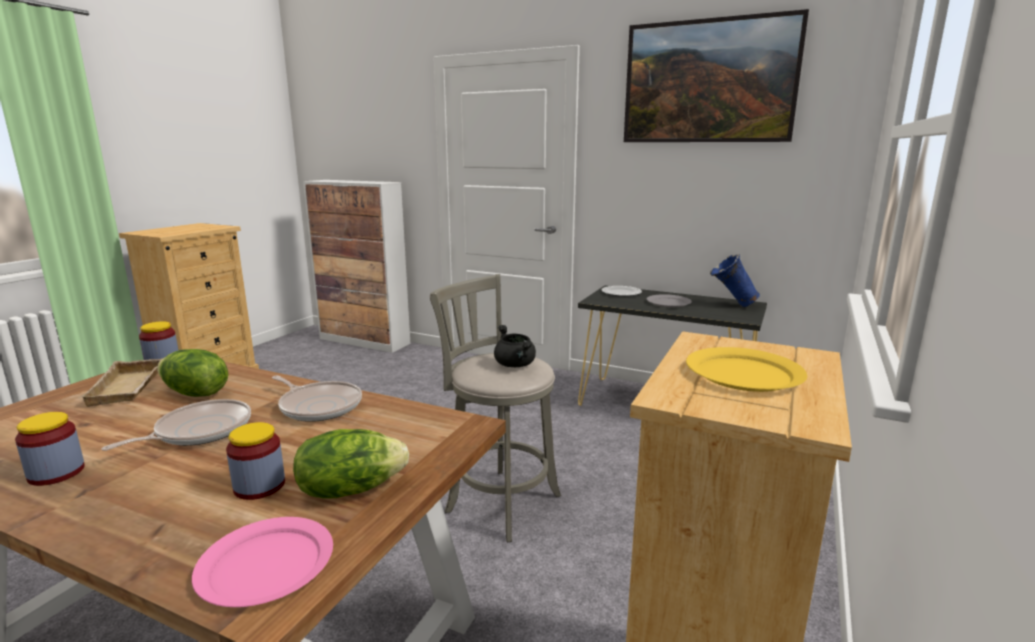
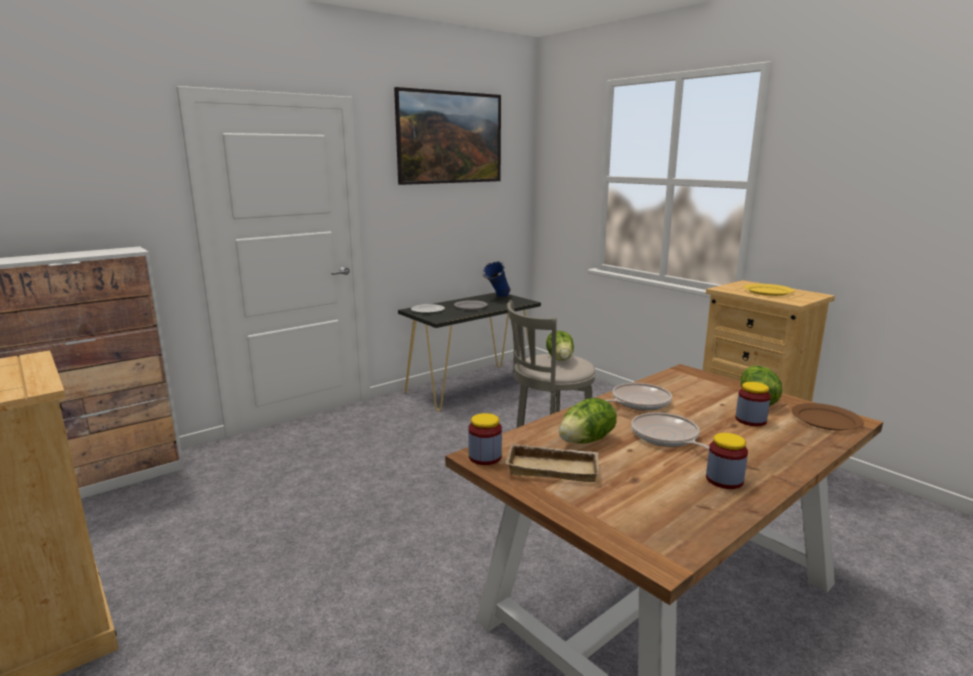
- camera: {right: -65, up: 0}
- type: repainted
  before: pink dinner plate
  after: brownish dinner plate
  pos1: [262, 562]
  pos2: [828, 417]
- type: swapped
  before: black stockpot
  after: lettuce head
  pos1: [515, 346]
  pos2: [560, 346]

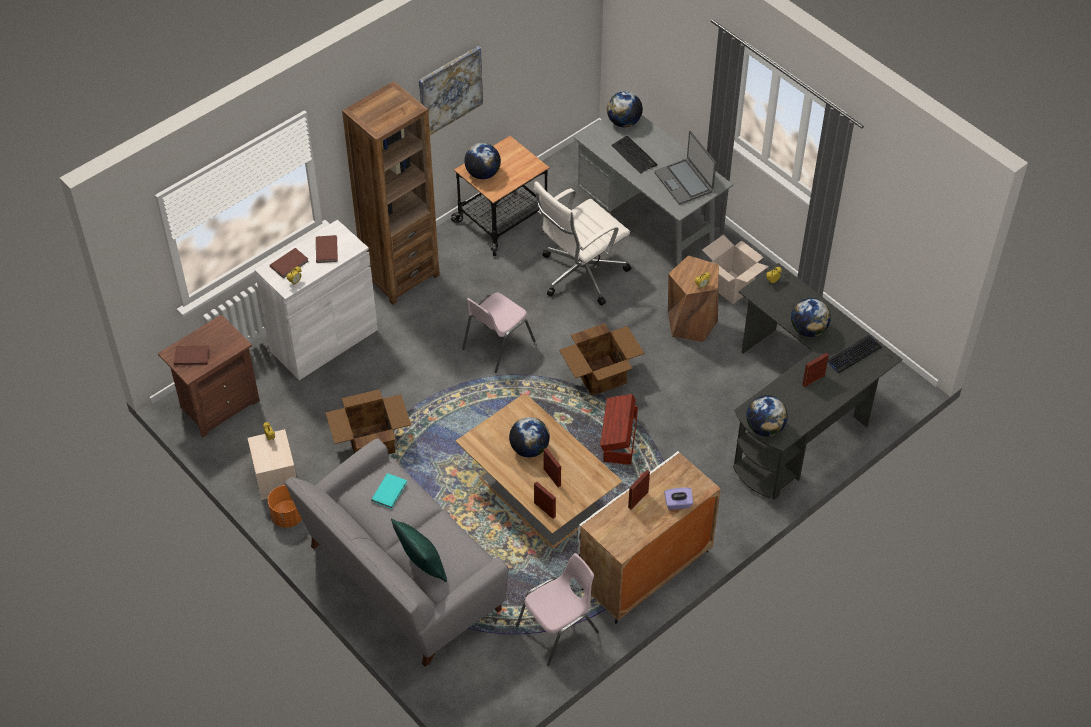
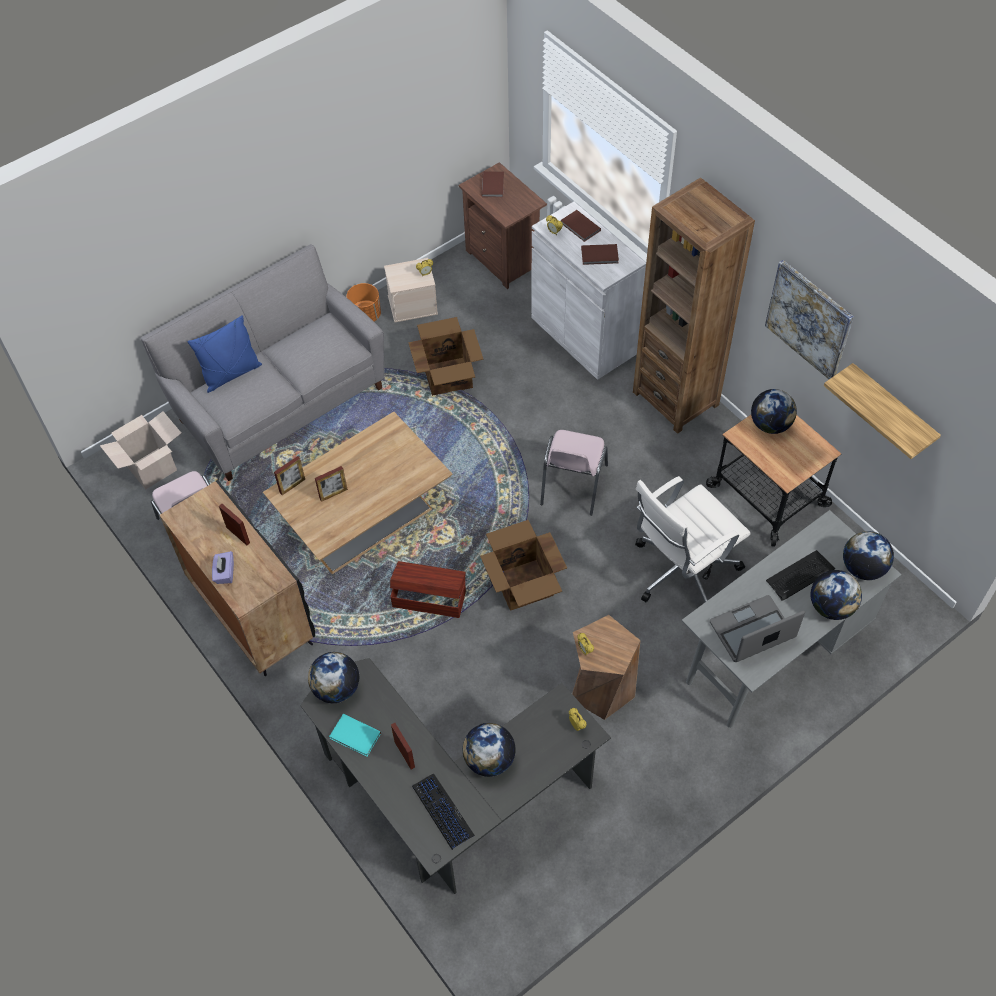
- camera: {right: 95, up: 5}
- type: shifted
  before: turquoise-coloured volume
  pos1: [389, 491]
  pos2: [355, 735]
- type: repainted
  before: green-coloured throw pillow
  after: blue-coloured throw pillow
  pos1: [419, 550]
  pos2: [224, 354]
- type: rotated
  before: pink upright chair
  pos1: [499, 332]
  pos2: [574, 473]
  turn: -120
- type: shifted
  before: desk globe
  pos1: [529, 437]
  pos2: [836, 595]
- type: rotated
  before: white desk chair
  pos1: [583, 243]
  pos2: [693, 539]
  turn: -90
- type: repainted
  before: white cupboard
  after: black cupboard
  pos1: [649, 537]
  pos2: [237, 578]
- type: shifted
  before: carton
  pos1: [735, 269]
  pos2: [140, 450]
- type: new
  after: shelf
  pos2: [882, 411]

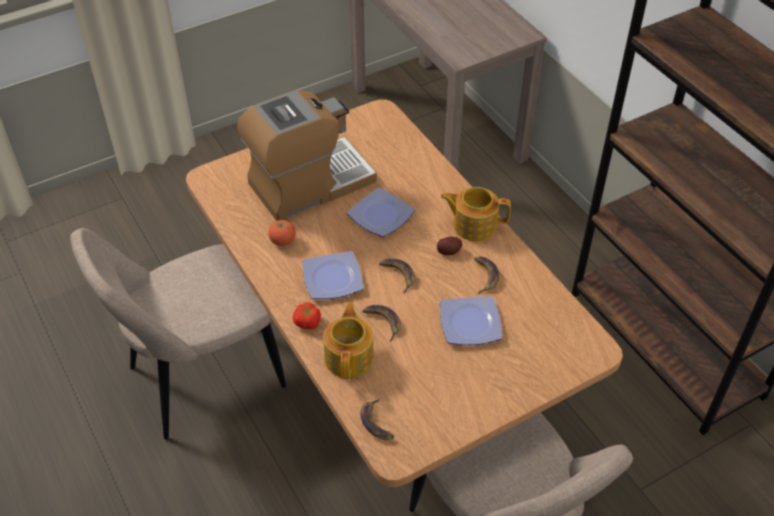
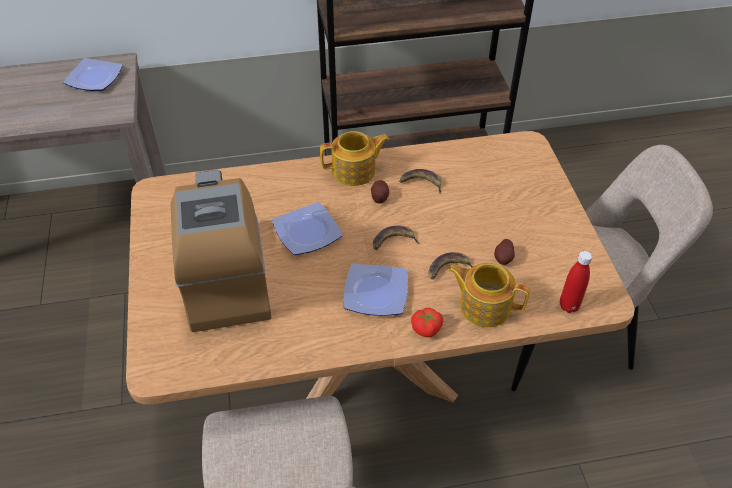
- camera: {right: -70, up: 0}
- type: gone
  before: tomato
  pos1: [282, 233]
- type: swapped
  before: banana
  after: reddish beverage bottle
  pos1: [377, 419]
  pos2: [576, 282]
- type: rotated
  before: tea pot
  pos1: [475, 214]
  pos2: [355, 158]
  turn: -135
- type: shifted
  before: dinner plate
  pos1: [471, 320]
  pos2: [93, 74]
- type: new
  after: potato
  pos2: [504, 252]

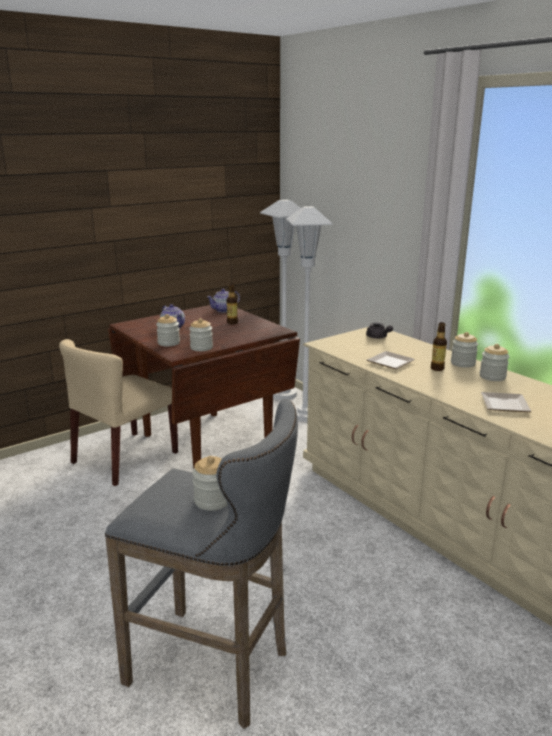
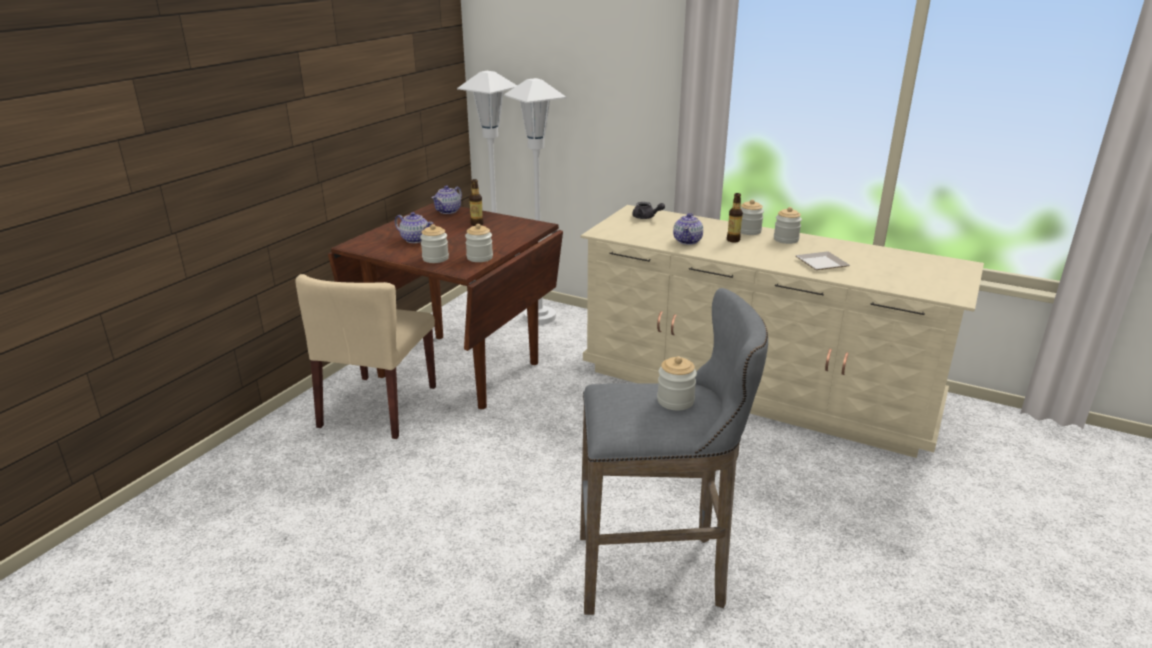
- camera: {right: -25, up: 5}
- type: swapped
  before: dinner plate
  after: tea pot
  pos1: [391, 360]
  pos2: [688, 229]

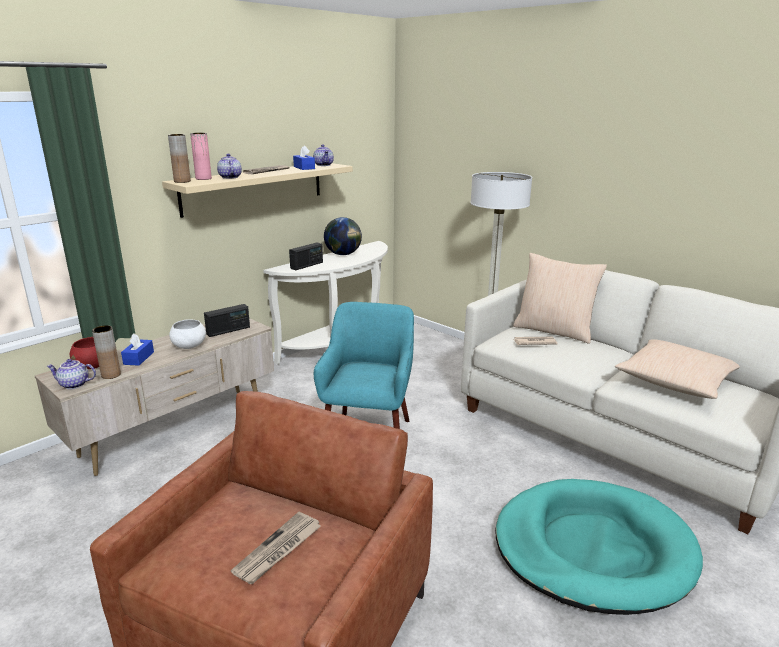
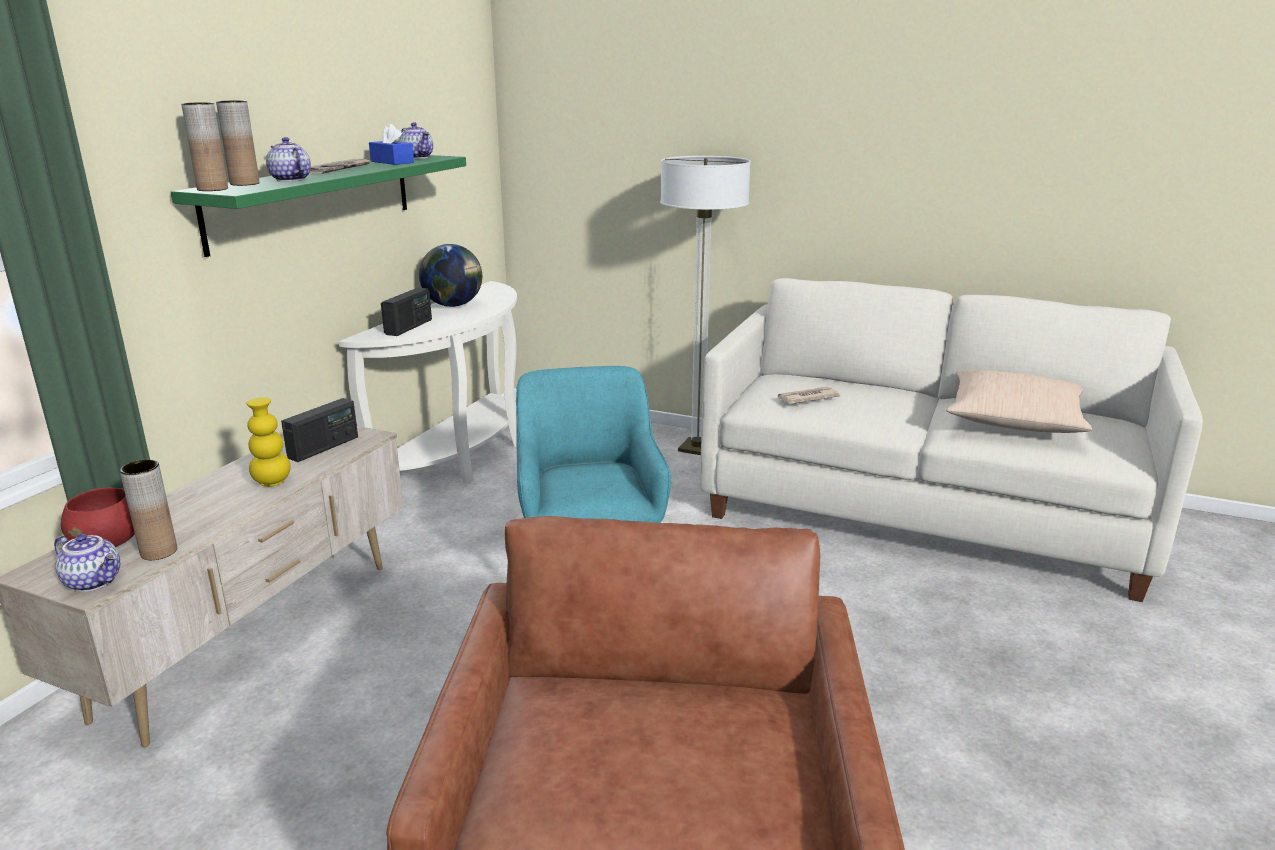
- camera: {right: -20, up: 0}
- type: rotated
  before: tea pot
  pos1: [71, 374]
  pos2: [87, 563]
  turn: -135
- type: gone
  before: blue-coloured tissue holder
  pos1: [137, 350]
- type: repainted
  before: beige shelf
  after: green-coloured shelf
  pos1: [257, 190]
  pos2: [318, 206]
- type: swapped
  before: white serving bowl
  after: yellowish decorative vase
  pos1: [187, 334]
  pos2: [268, 442]
- type: repainted
  before: pink decorative vase
  after: brownish decorative vase
  pos1: [201, 156]
  pos2: [238, 143]
- type: gone
  before: daily paper
  pos1: [276, 548]
- type: gone
  before: turquoise-coloured pet bed
  pos1: [599, 547]
- type: gone
  before: beige throw pillow
  pos1: [560, 298]

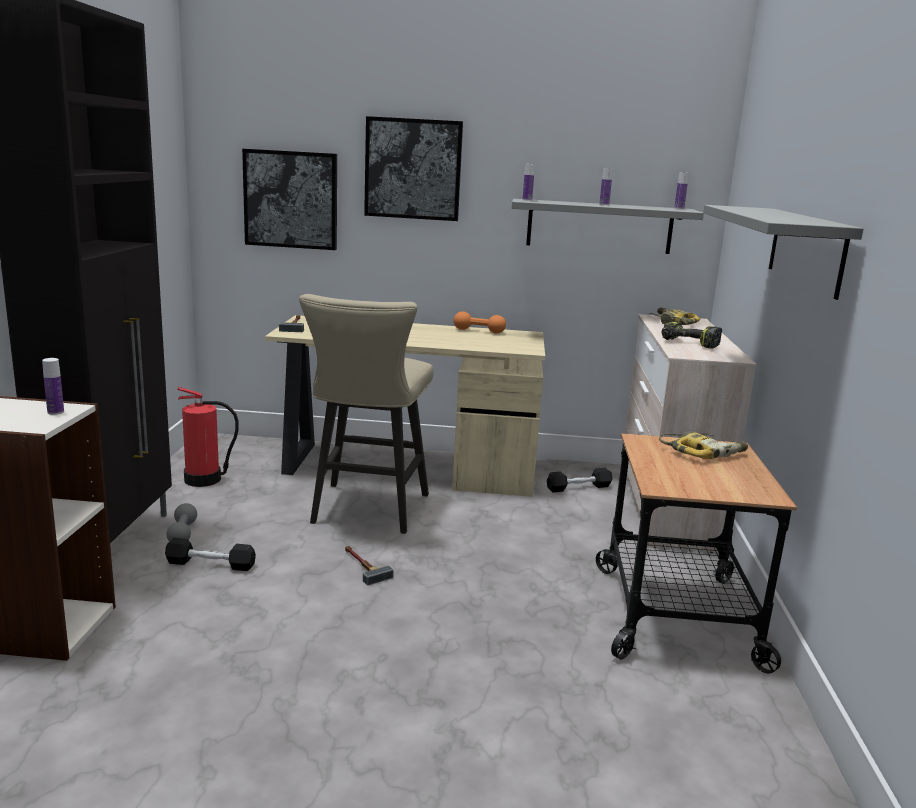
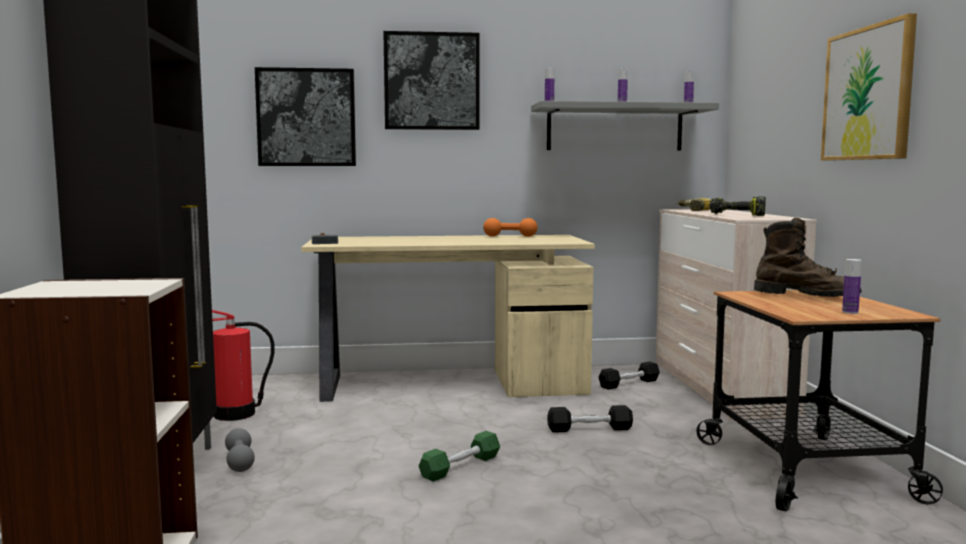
- camera: {right: -10, up: -10}
- type: shifted
  before: beverage bottle
  pos1: [53, 386]
  pos2: [852, 286]
- type: shifted
  before: black dumbbell
  pos1: [210, 554]
  pos2: [590, 418]
- type: gone
  before: beige stool seat
  pos1: [366, 414]
- type: swapped
  before: tool hammer
  after: green-coloured dumbbell
  pos1: [369, 565]
  pos2: [459, 456]
- type: swapped
  before: electric drill
  after: brownish high-top boot
  pos1: [703, 445]
  pos2: [808, 257]
- type: swapped
  before: grey shelf
  after: wall art
  pos1: [783, 252]
  pos2: [869, 87]

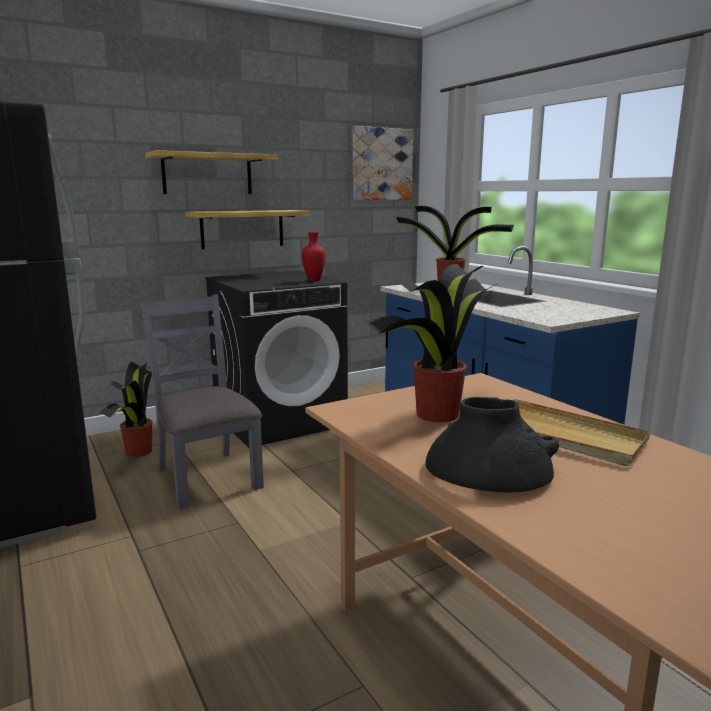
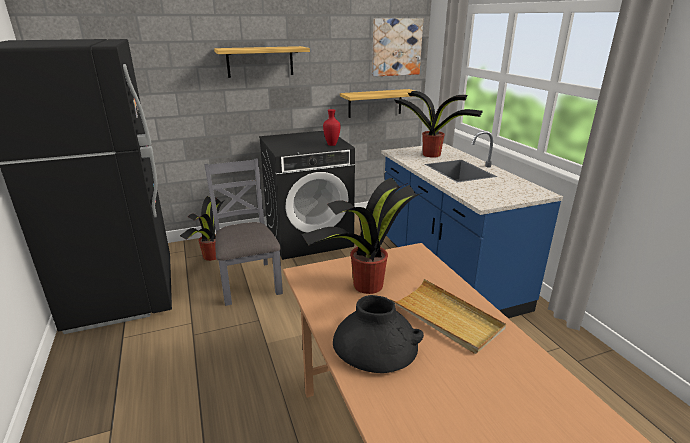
- camera: {right: 10, up: 10}
- type: shifted
  before: shelf
  pos1: [247, 229]
  pos2: [377, 103]

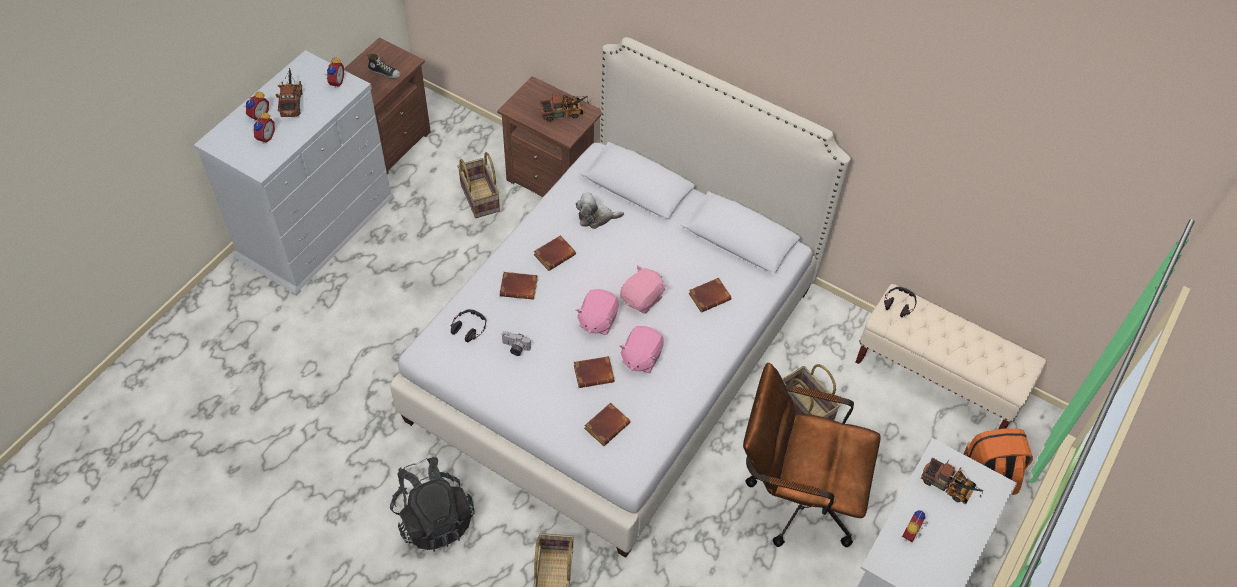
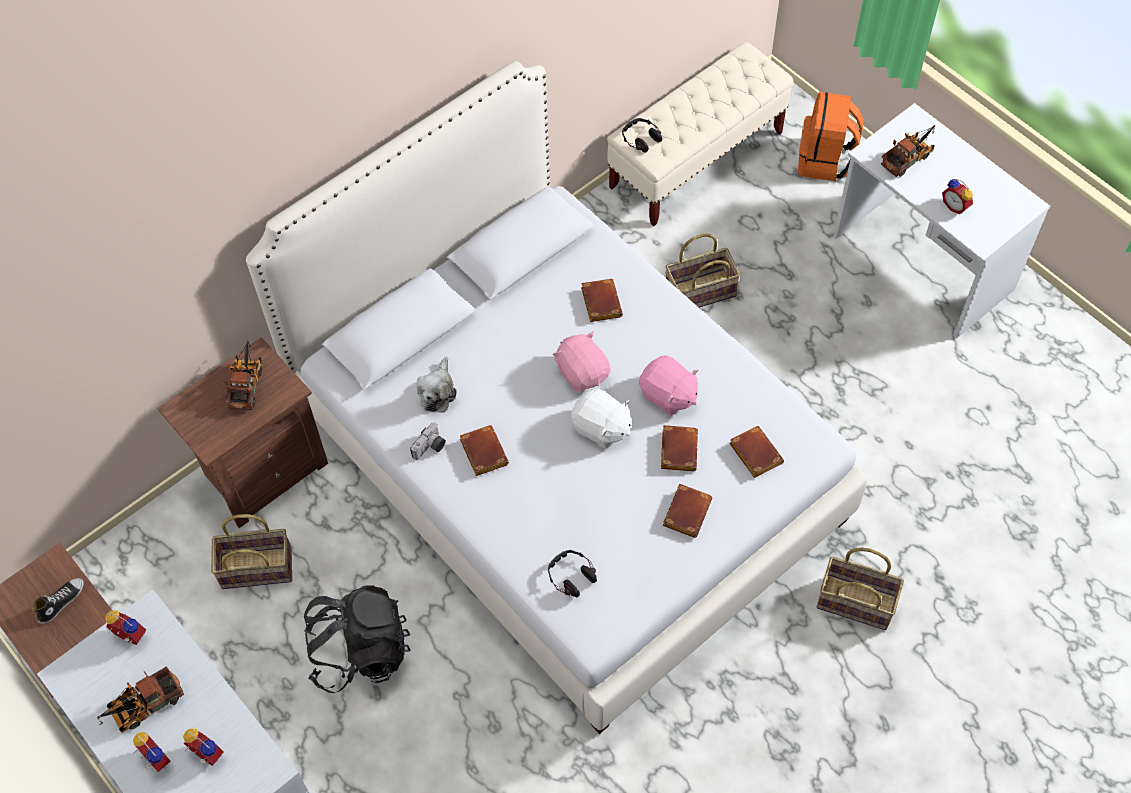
- camera: {right: -70, up: 5}
- type: rotated
  before: model truck
  pos1: [289, 92]
  pos2: [140, 699]
  turn: -45
- type: shifted
  before: black backpack
  pos1: [432, 504]
  pos2: [357, 639]
- type: shifted
  before: brownish volume
  pos1: [519, 286]
  pos2: [687, 511]
- type: shifted
  before: photo camera
  pos1: [516, 343]
  pos2: [428, 441]
- type: repainted
  before: pink soft toy
  after: white soft toy
  pos1: [597, 312]
  pos2: [601, 418]
- type: gone
  before: brownish desk chair
  pos1: [811, 455]

